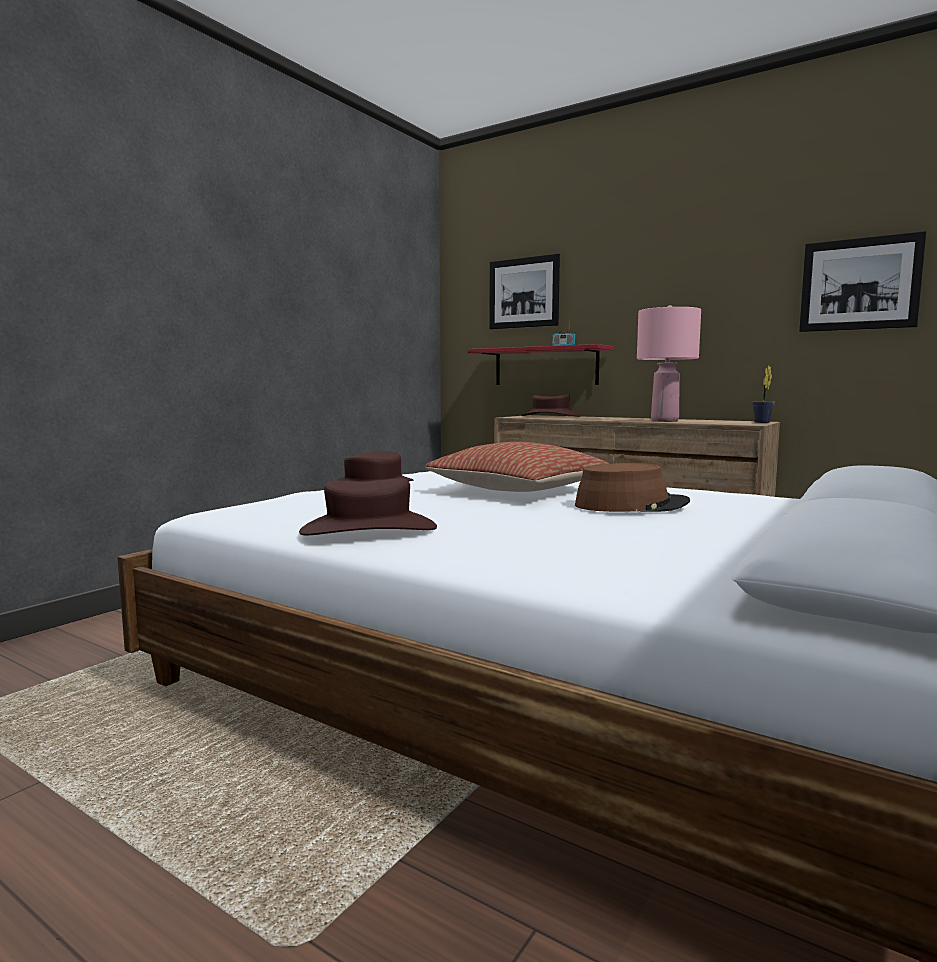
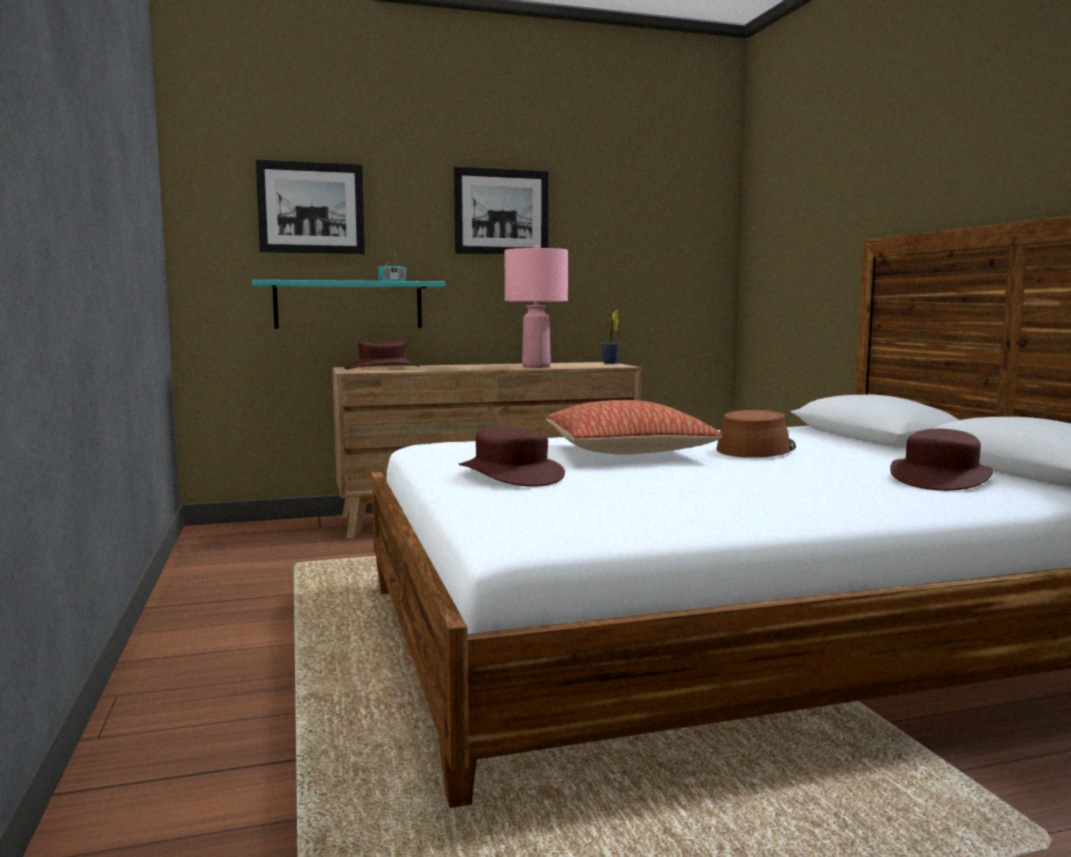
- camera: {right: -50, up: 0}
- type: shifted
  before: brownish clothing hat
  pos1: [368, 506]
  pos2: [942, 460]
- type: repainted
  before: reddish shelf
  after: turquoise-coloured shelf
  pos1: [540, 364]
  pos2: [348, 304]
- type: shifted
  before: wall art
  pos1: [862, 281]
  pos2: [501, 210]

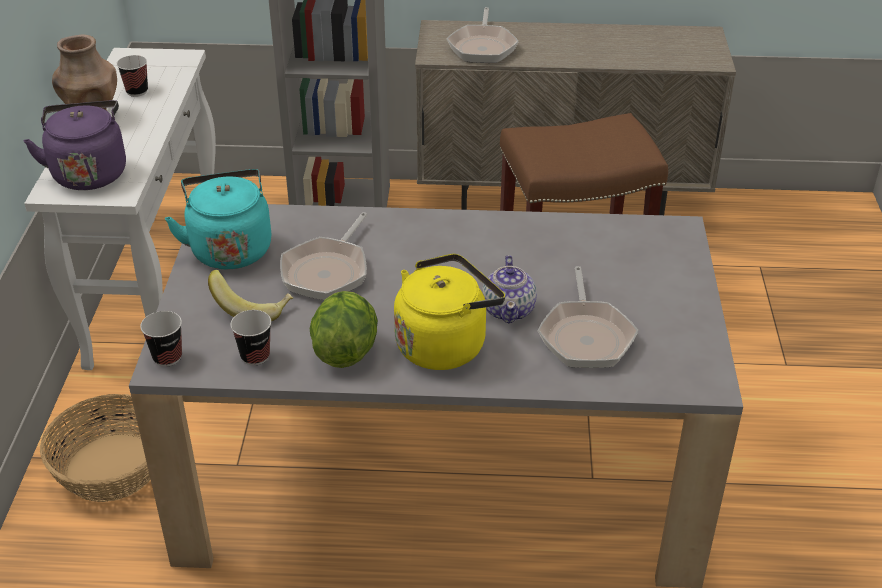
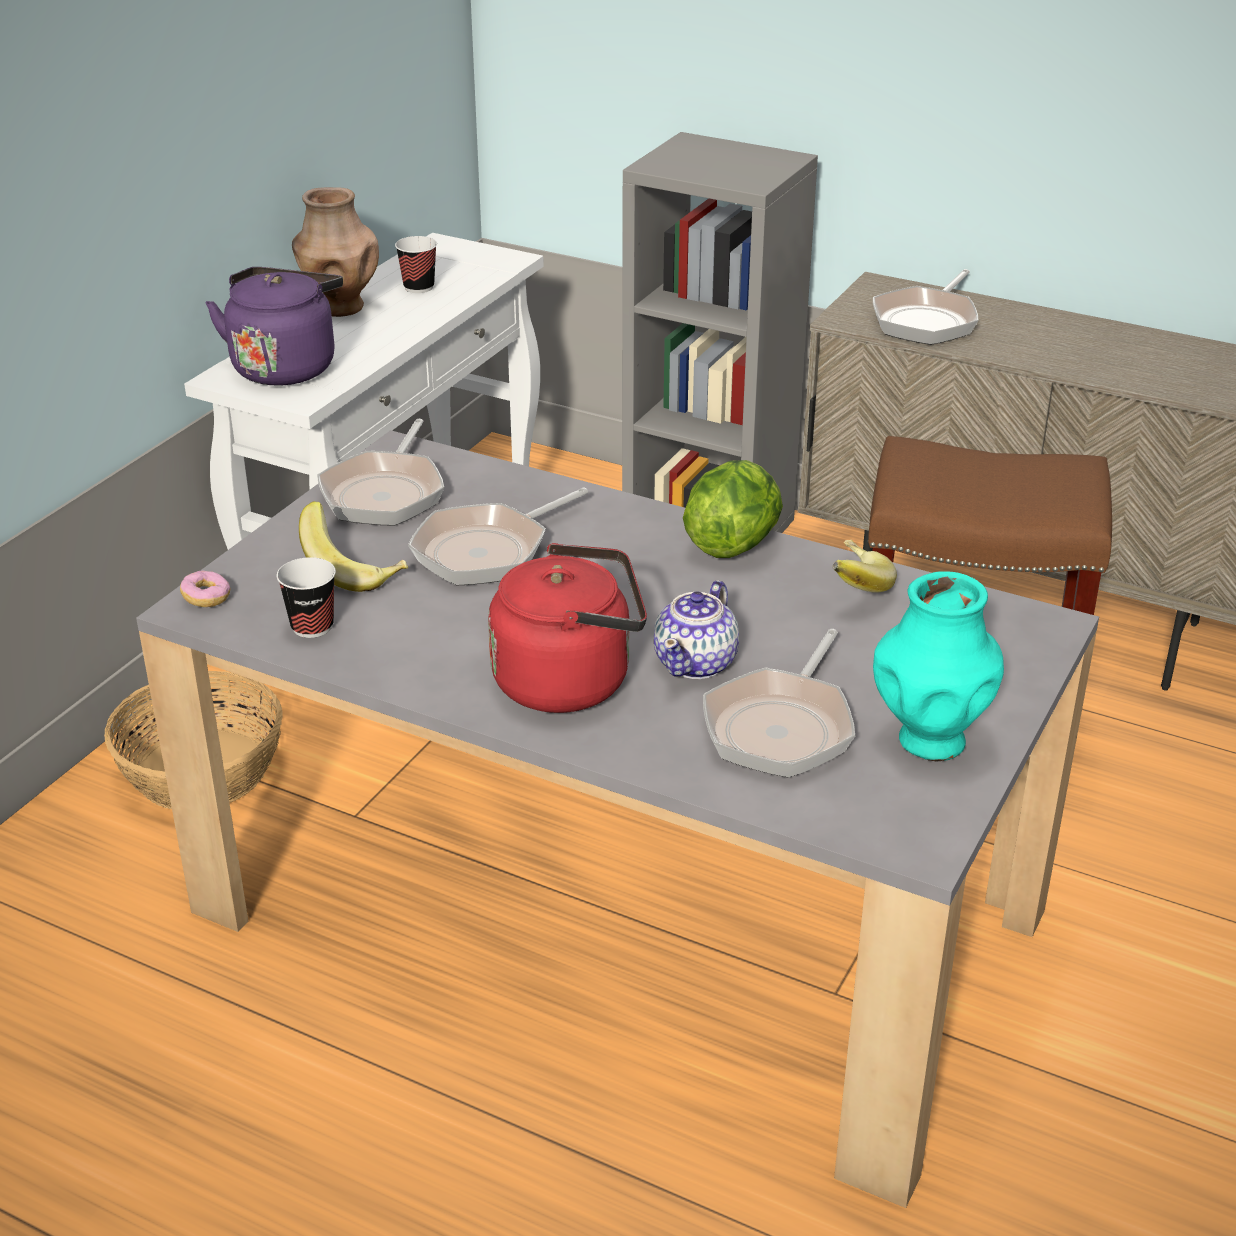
- camera: {right: 25, up: -5}
- type: swapped
  before: cup
  after: ring doughnut
  pos1: [161, 339]
  pos2: [205, 588]
- type: swapped
  before: turquoise-coloured water kettle
  after: pan
  pos1: [218, 219]
  pos2: [380, 472]
- type: shifted
  before: lettuce head
  pos1: [344, 329]
  pos2: [733, 509]
- type: repainted
  before: yellowish water kettle
  after: reddish water kettle
  pos1: [449, 312]
  pos2: [567, 628]
- type: new
  after: banana
  pos2: [864, 566]
- type: new
  after: turquoise-coloured decorative vase
  pos2: [938, 666]

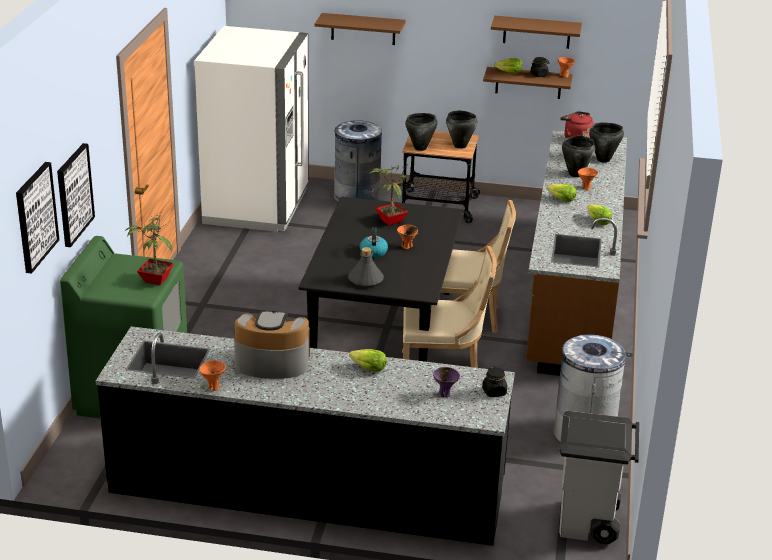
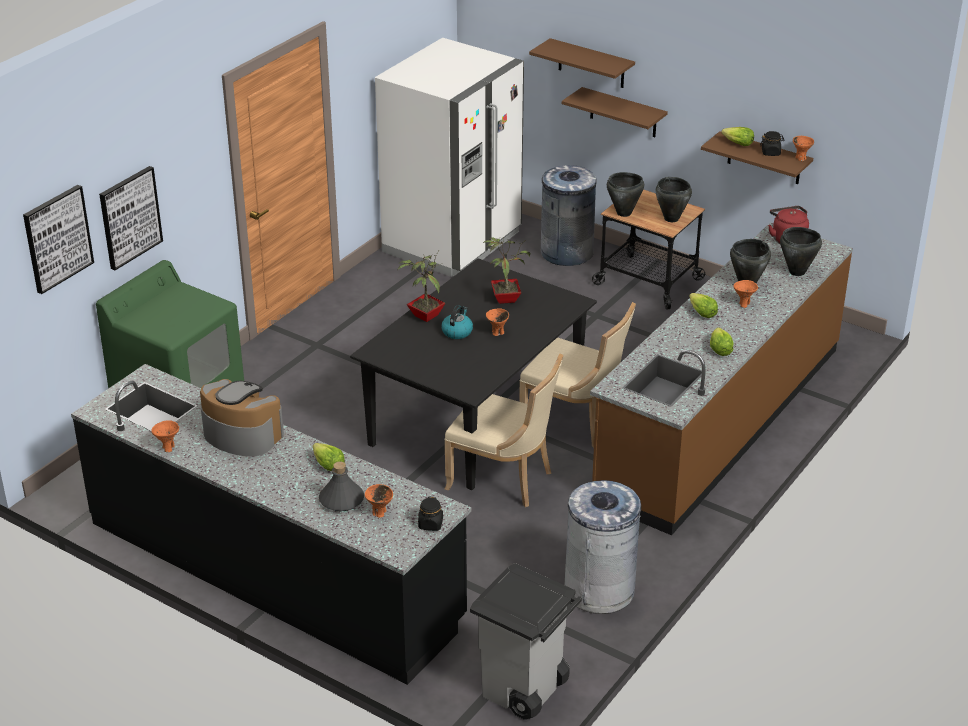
- camera: {right: 25, up: 5}
- type: shifted
  before: plant in a pot
  pos1: [149, 248]
  pos2: [421, 286]
- type: shifted
  before: grey beverage bottle
  pos1: [366, 267]
  pos2: [341, 486]
- type: repainted
  before: purple serving bowl
  after: orange-coloured serving bowl
  pos1: [446, 382]
  pos2: [379, 501]
- type: shifted
  before: brownish shelf
  pos1: [536, 32]
  pos2: [615, 112]

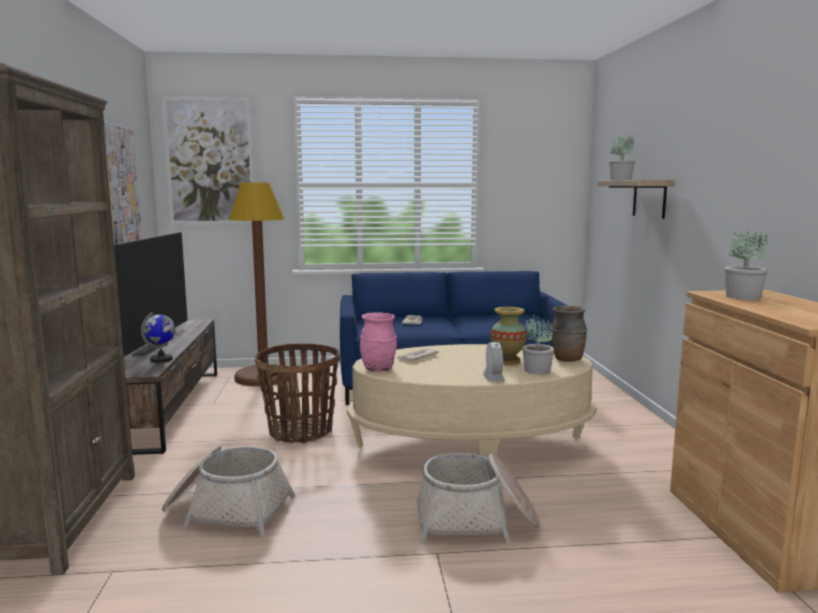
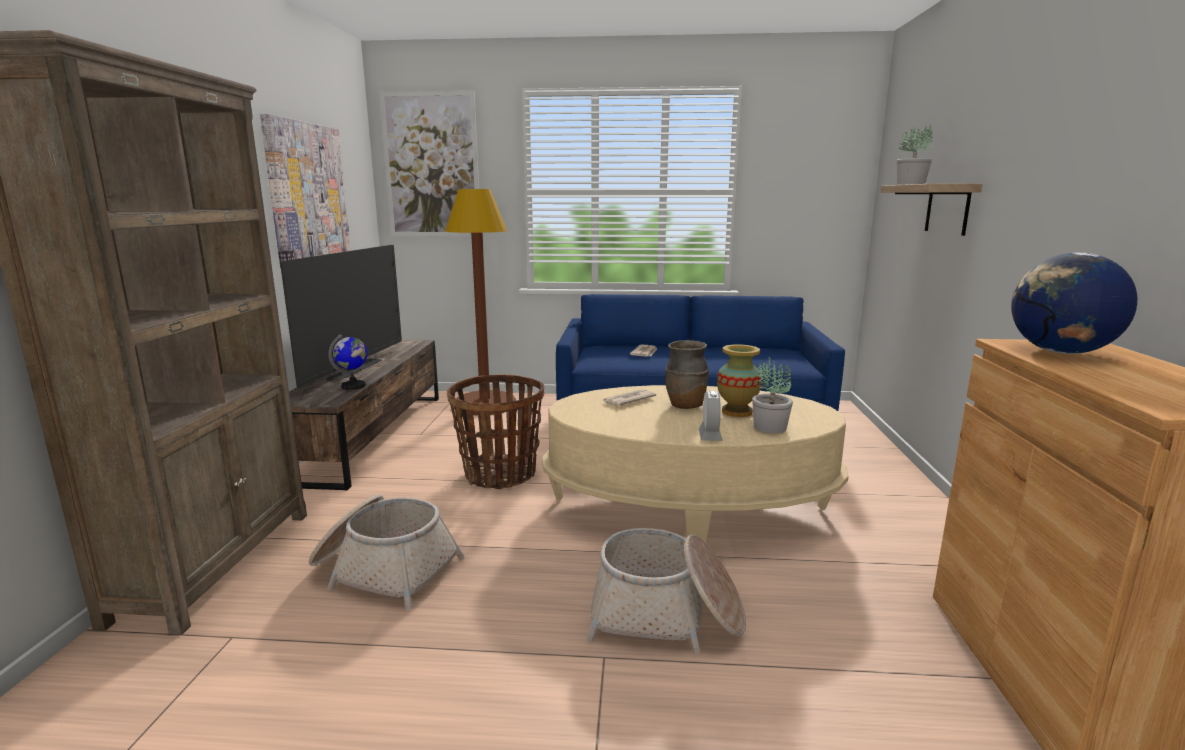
- camera: {right: 10, up: 5}
- type: gone
  before: pink decorative vase
  pos1: [378, 342]
- type: shifted
  before: brownish decorative vase
  pos1: [568, 334]
  pos2: [687, 374]
- type: swapped
  before: plant in a pot
  after: desk globe
  pos1: [746, 264]
  pos2: [1074, 303]

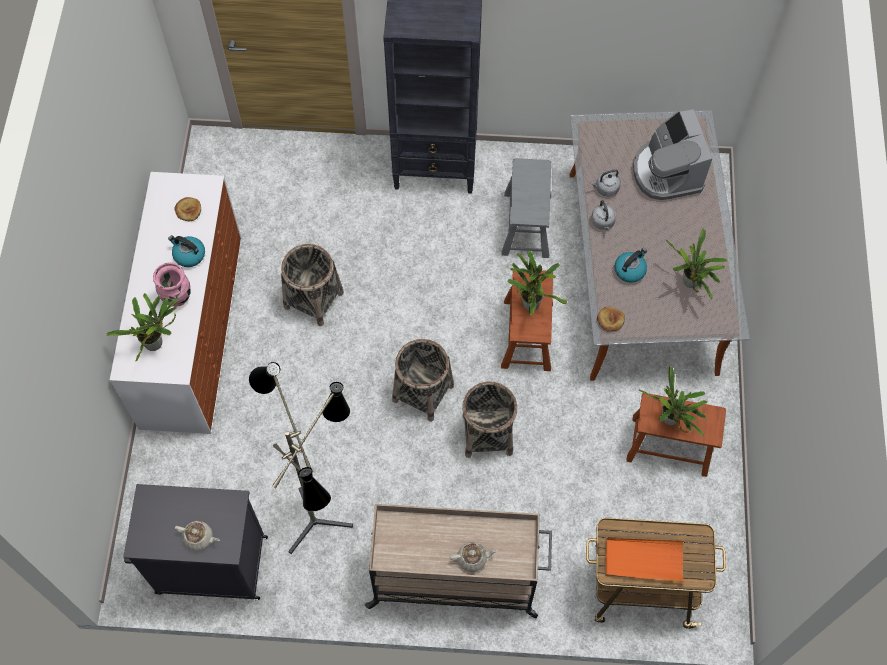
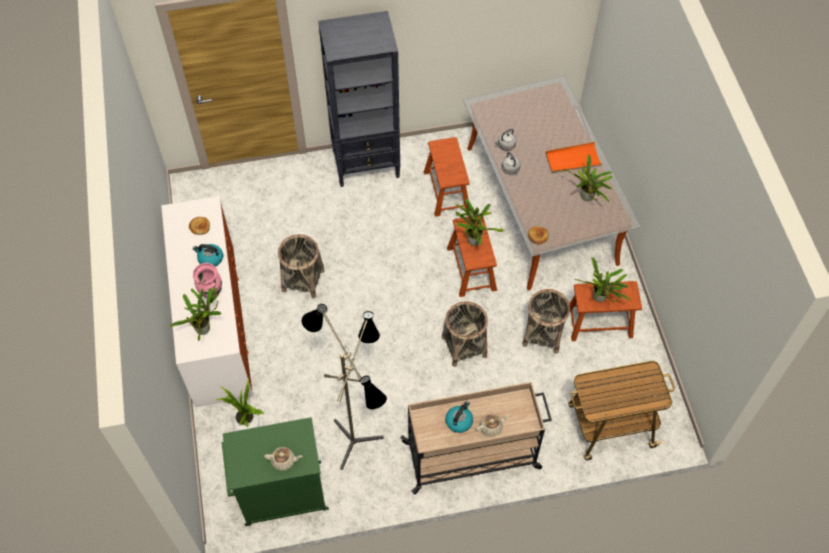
- camera: {right: -15, up: -5}
- type: repainted
  before: black cupboard
  after: green-coloured cupboard
  pos1: [195, 542]
  pos2: [275, 471]
- type: shifted
  before: basket
  pos1: [423, 380]
  pos2: [546, 321]
- type: repainted
  before: grey stool seat
  after: brownish stool seat
  pos1: [526, 208]
  pos2: [447, 177]
- type: shifted
  before: orange-coloured tray
  pos1: [644, 560]
  pos2: [574, 157]
- type: shifted
  before: water kettle
  pos1: [630, 265]
  pos2: [459, 417]
- type: gone
  before: coffee machine
  pos1: [673, 154]
- type: new
  after: plant in a pot
  pos2: [240, 405]

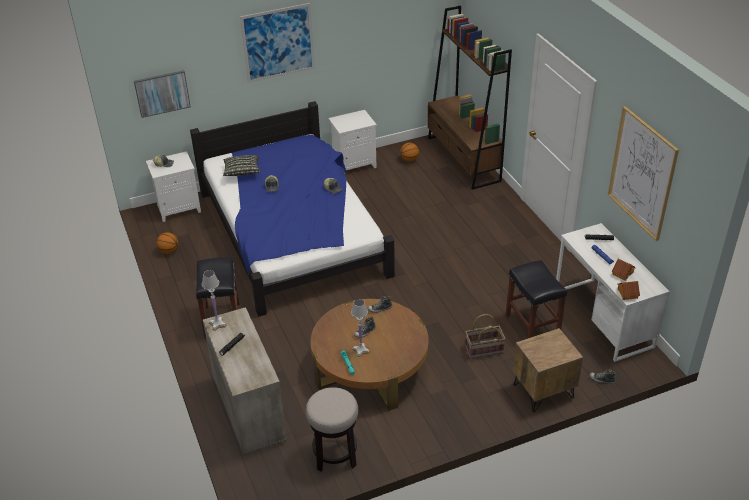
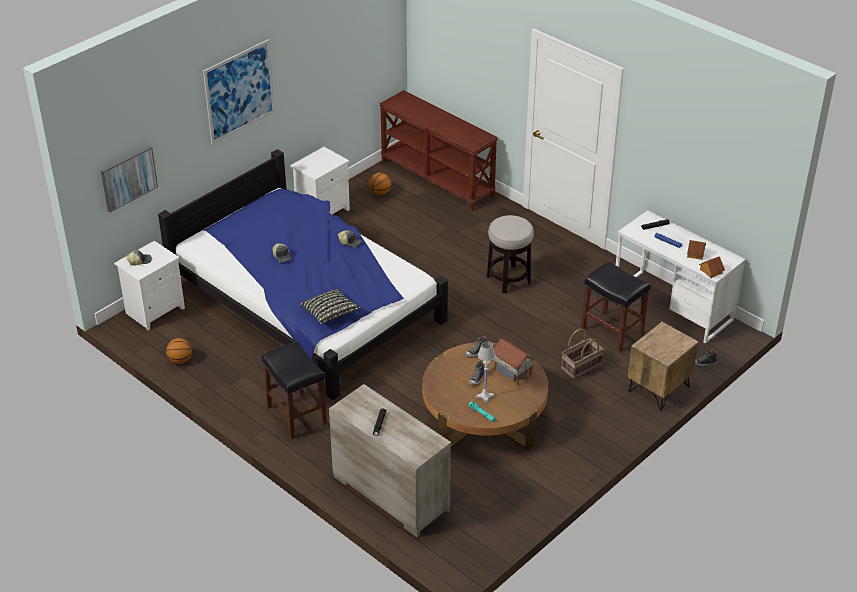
- camera: {right: -25, up: 0}
- type: gone
  before: white lamp for a table
  pos1: [214, 300]
- type: shifted
  before: throw pillow
  pos1: [242, 165]
  pos2: [330, 306]
- type: shifted
  before: stool seat
  pos1: [332, 429]
  pos2: [510, 254]
- type: swapped
  before: brownish shelving unit
  after: brownish narrow table
  pos1: [469, 98]
  pos2: [438, 150]
- type: gone
  before: wall art
  pos1: [643, 173]
- type: new
  after: miniature house
  pos2: [514, 362]

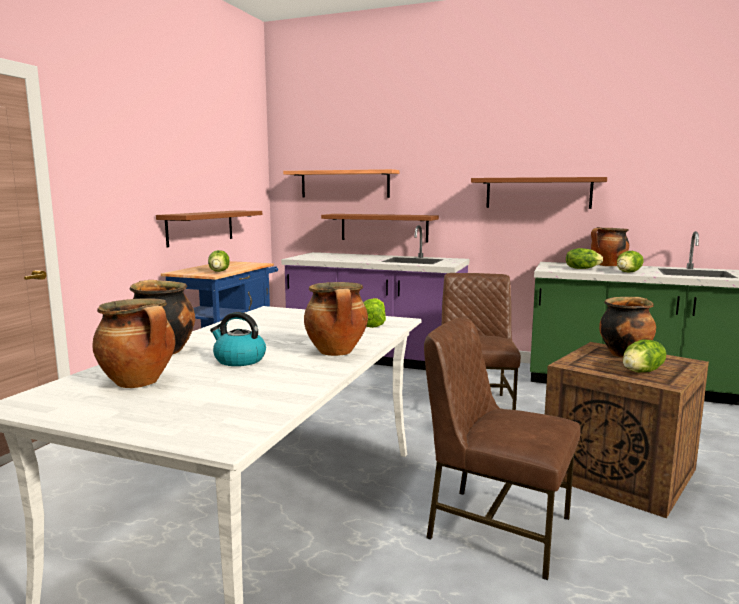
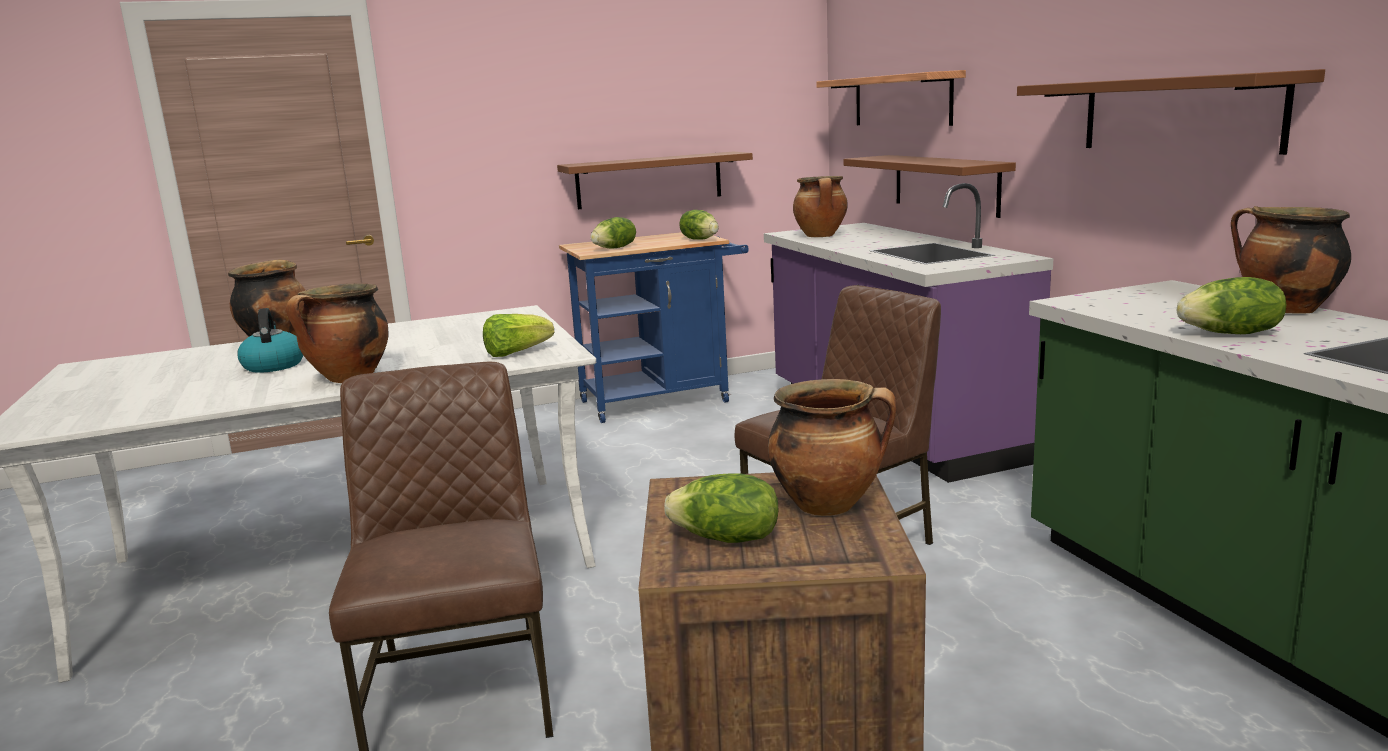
- camera: {right: 50, up: 5}
- type: shifted
  before: stockpot
  pos1: [133, 343]
  pos2: [820, 206]
- type: shifted
  before: lettuce head
  pos1: [584, 258]
  pos2: [698, 225]

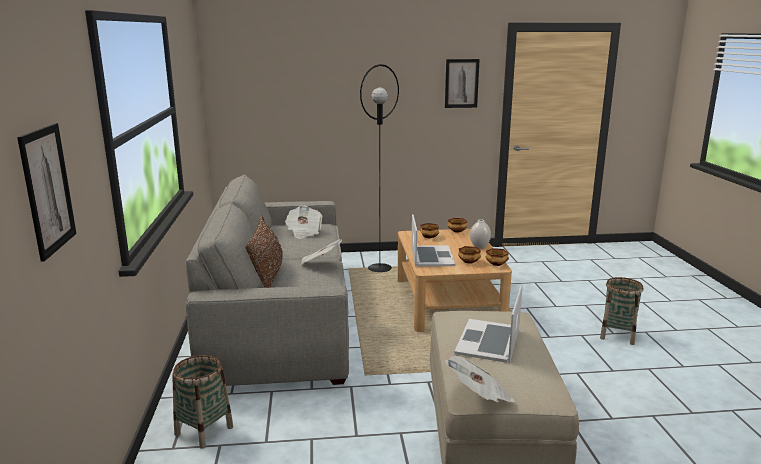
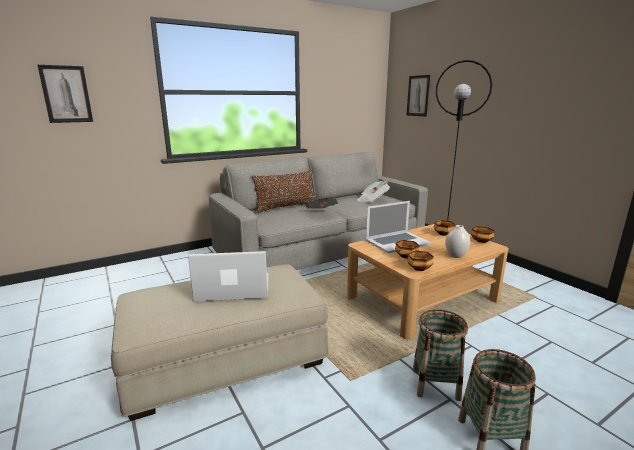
- camera: {right: 65, up: 0}
- type: shifted
  before: basket
  pos1: [202, 402]
  pos2: [440, 355]
- type: gone
  before: daily paper
  pos1: [479, 379]
- type: shifted
  before: wall art
  pos1: [462, 83]
  pos2: [418, 95]

